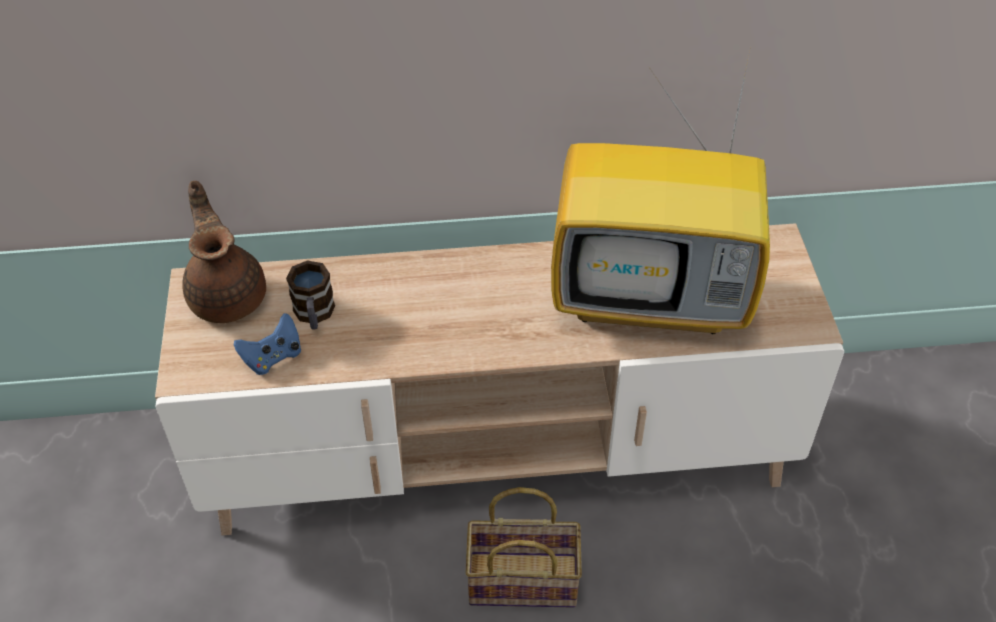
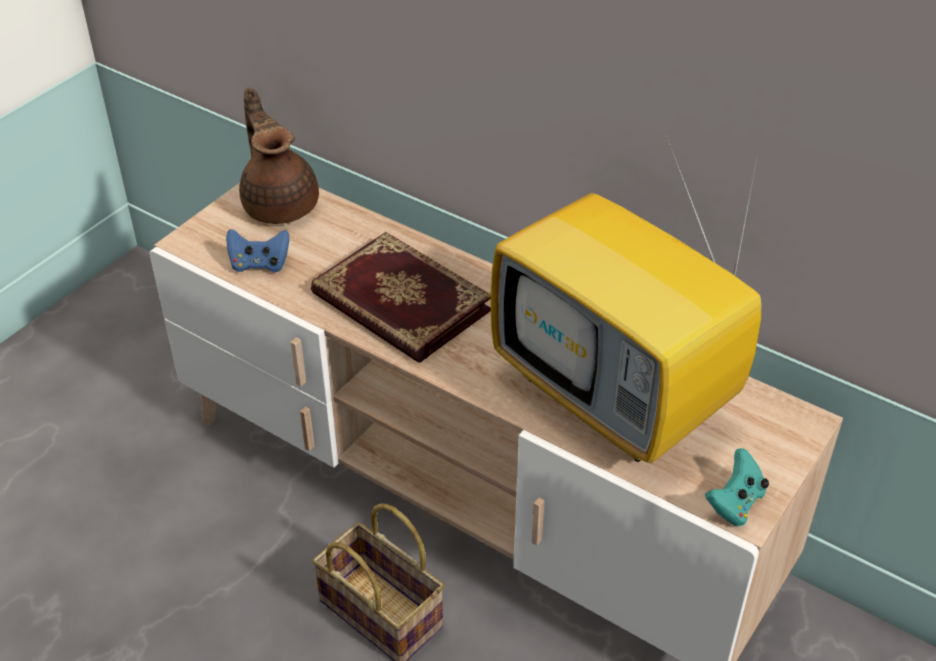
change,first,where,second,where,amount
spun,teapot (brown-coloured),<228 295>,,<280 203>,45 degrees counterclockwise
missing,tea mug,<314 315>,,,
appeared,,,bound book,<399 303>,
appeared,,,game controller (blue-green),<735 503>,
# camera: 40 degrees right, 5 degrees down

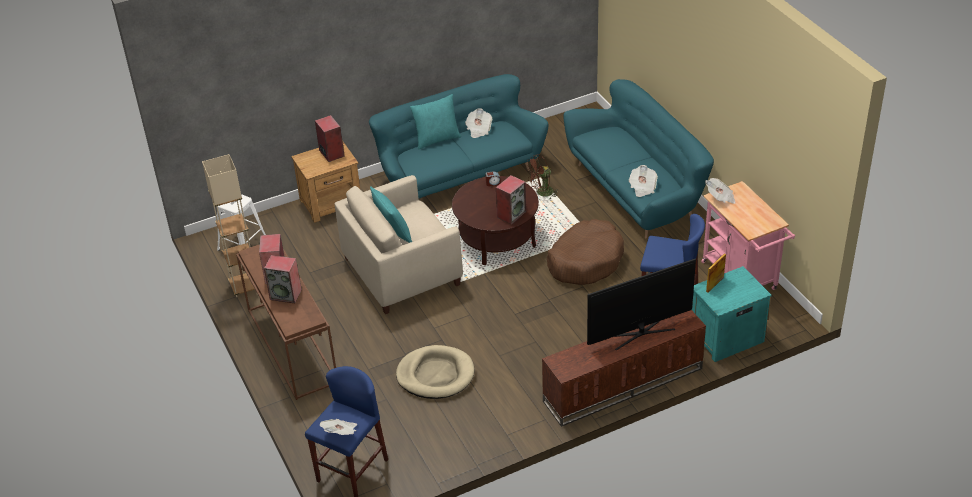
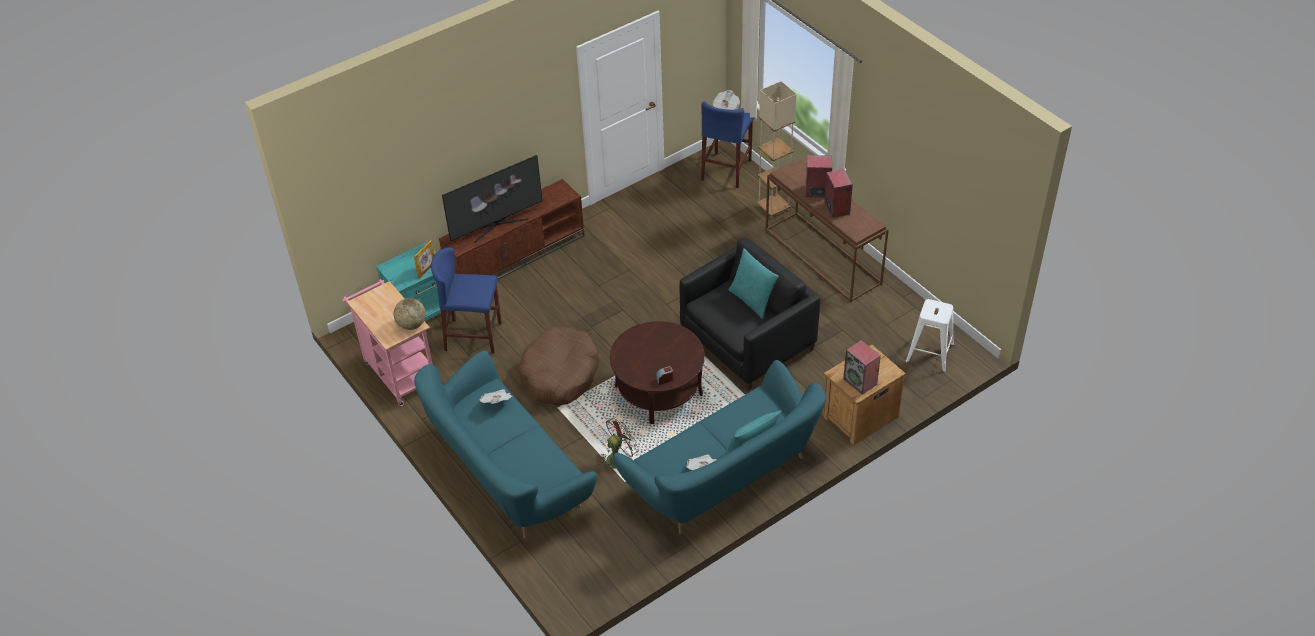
change,first,where,second,where,amount
relocated,standard lamp (sand-coloured),<244 286>,,<773 207>,
colour,lounge chair (sand-coloured),<402 271>,lounge chair (blackish),<747 342>,
missing,audio speaker,<511 214>,,,
exchanged,newspaper,<720 198>,world globe,<412 324>,
missing,pet bed (sand-coloured),<435 375>,,,
# camera: 170 degrees right, 5 degrees up

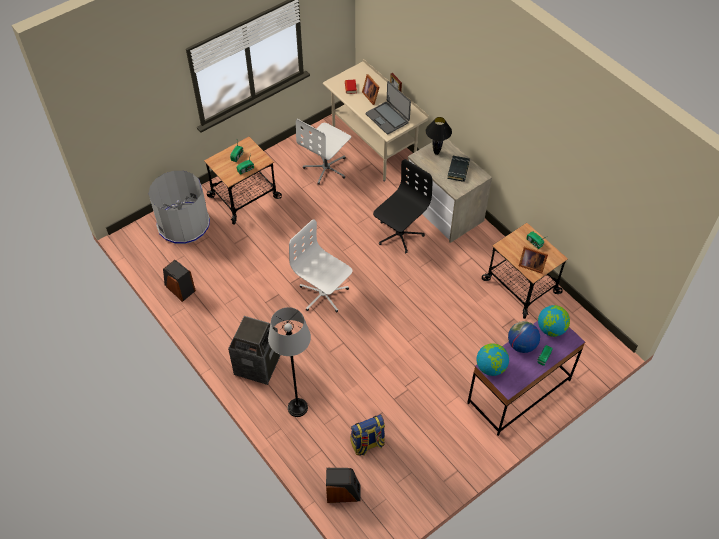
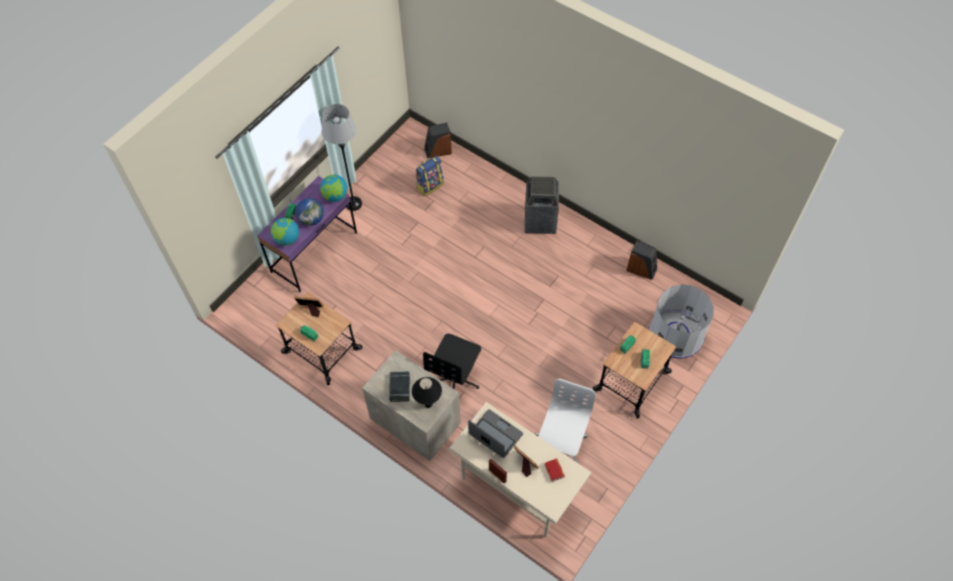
change,first,where,second,where,amount
missing,computer chair (white),<323 294>,,,
relocated,standard lamp (grey),<297 408>,,<353 204>,
# camera: 165 degrees right, 5 degrees up

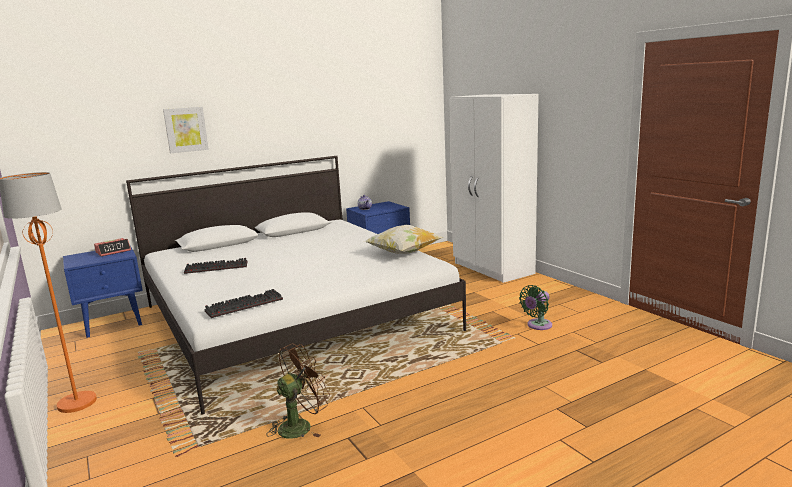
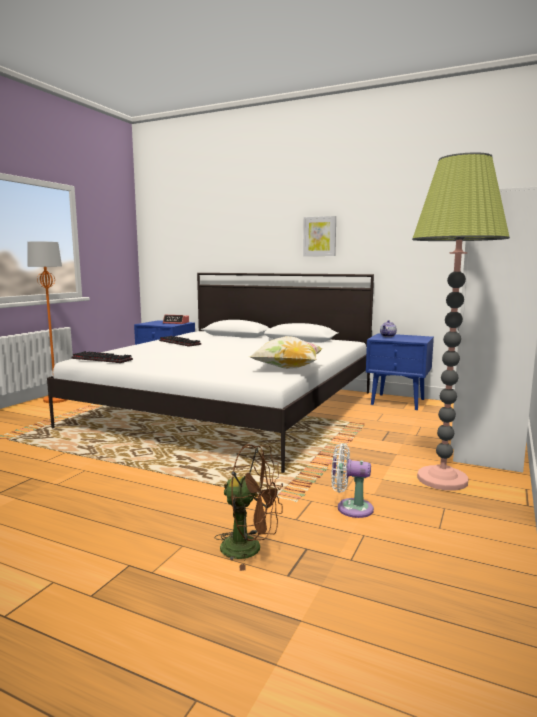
change,first,where,second,where,amount
relocated,wall art,<186 129>,,<319 236>,
colour,electric fan (greenish),<537 325>,electric fan (white),<350 508>,
relocated,electric fan (brown-coloured),<300 425>,,<250 549>,
appeared,,,standard lamp,<442 479>,
# camera: 55 degrees right, 5 degrees down

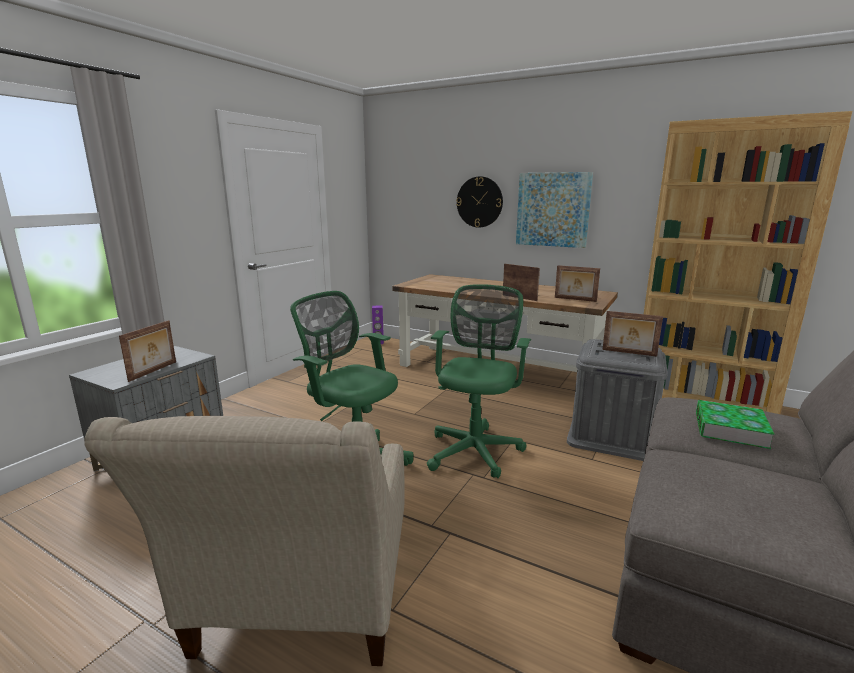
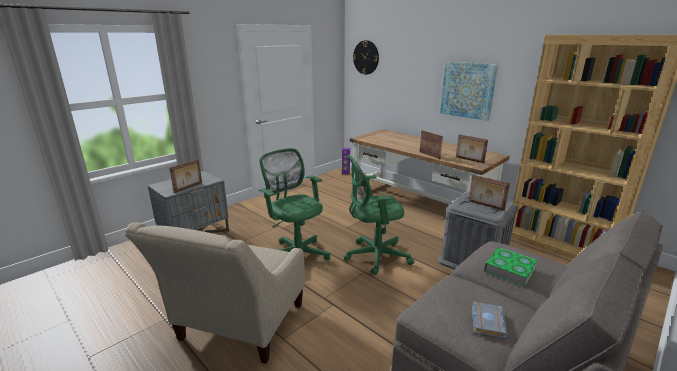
change,first,where,second,where,amount
relocated,wall clock,<479 202>,,<366 57>,
spun,computer chair (greenish),<475 449>,,<374 256>,135 degrees counterclockwise
appeared,,,bound book (grey),<486 321>,
# camera: 15 degrees right, 5 degrees up

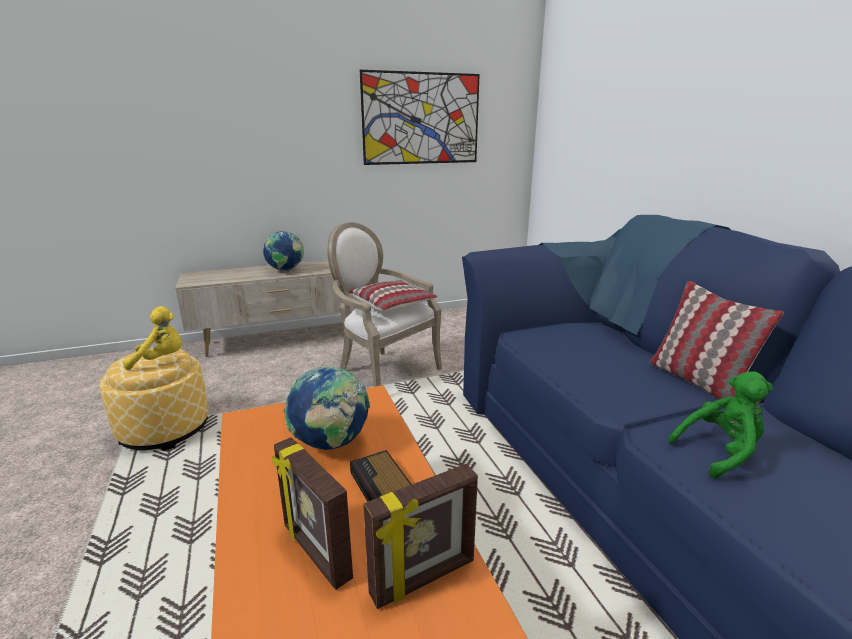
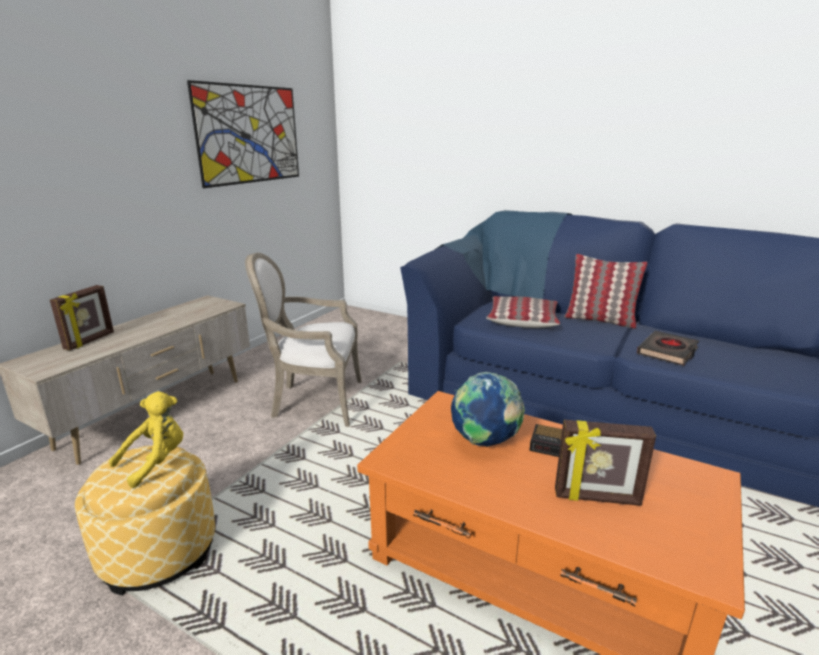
change,first,where,second,where,amount
missing,world globe,<285 271>,,,
relocated,cushion,<392 304>,,<522 320>,
exchanged,plush toy (greenish),<719 452>,bound book (blackish),<667 352>,
relocated,photo frame,<424 579>,,<90 341>,
# camera: 40 degrees left, 0 degrees up

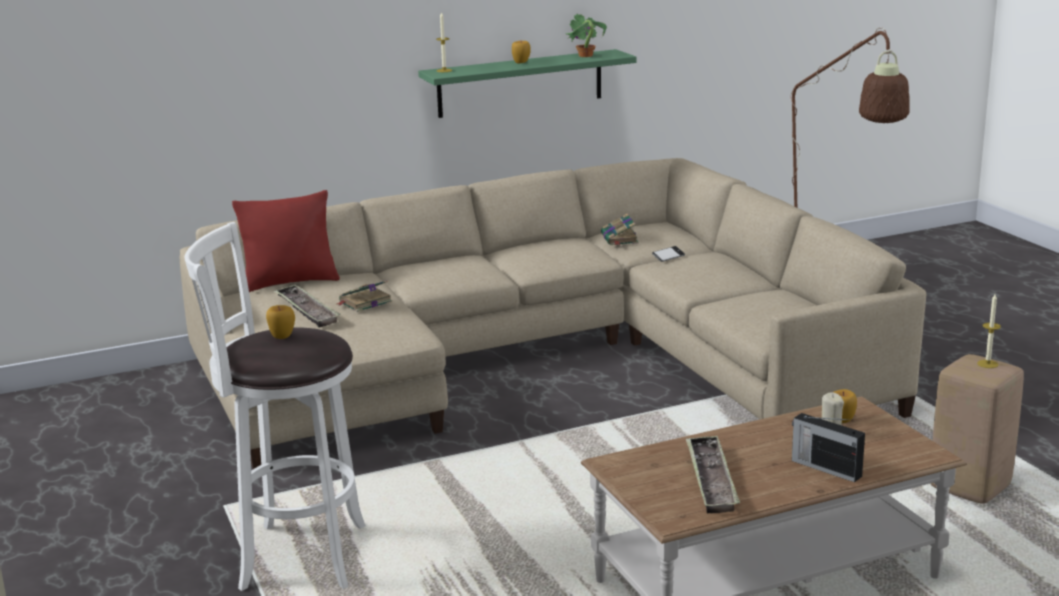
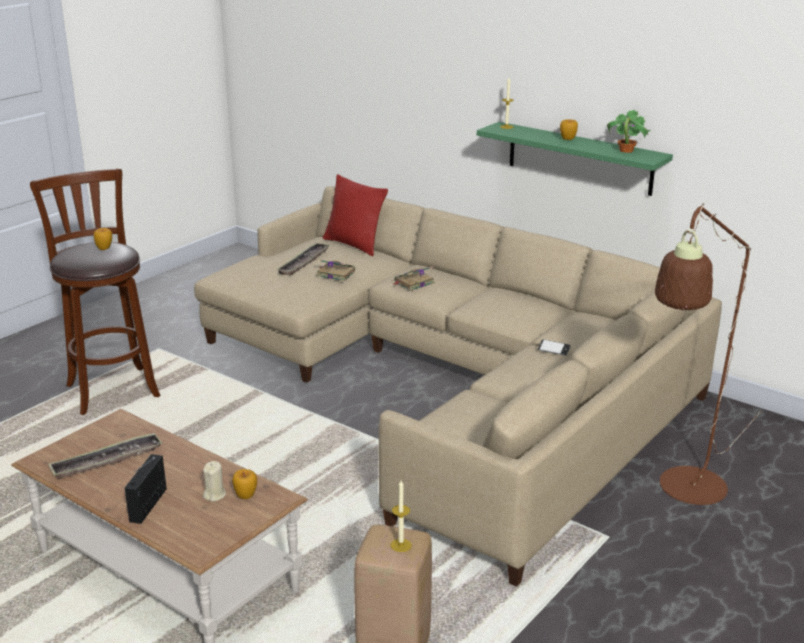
change,first,where,second,where,amount
relocated,bound book,<619 239>,,<413 283>,
colour,stool seat (white),<295 557>,stool seat (brown-coloured),<111 388>,
# camera: 60 degrees right, 5 degrees up

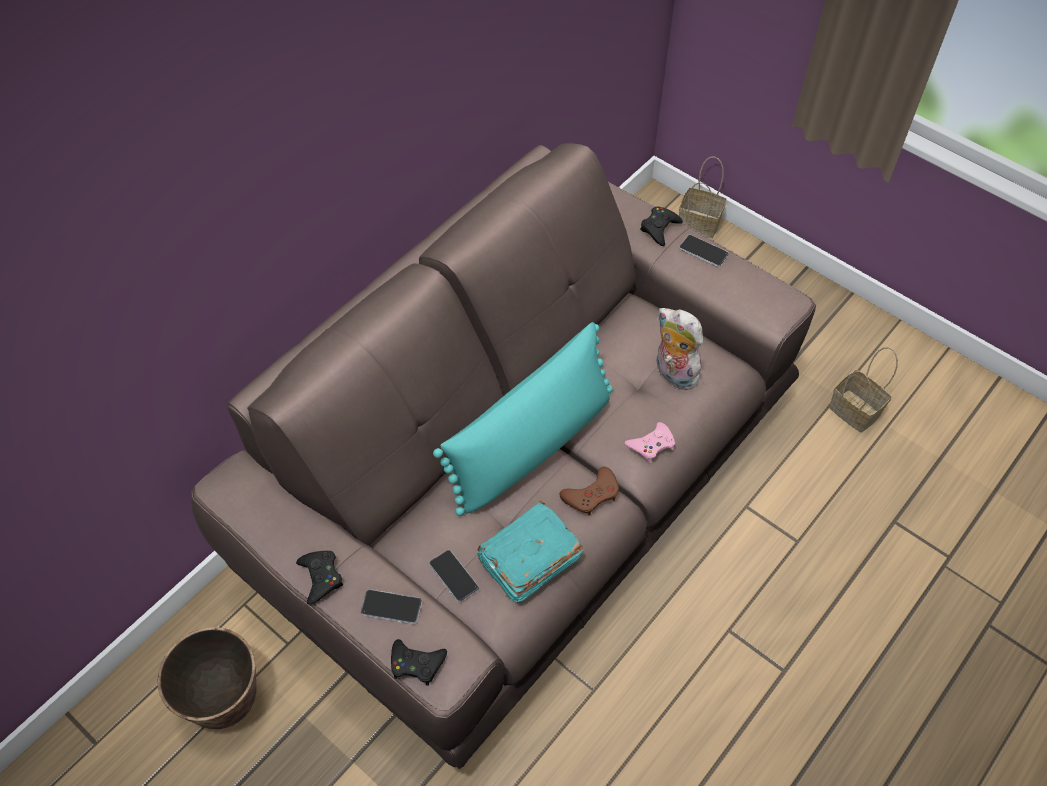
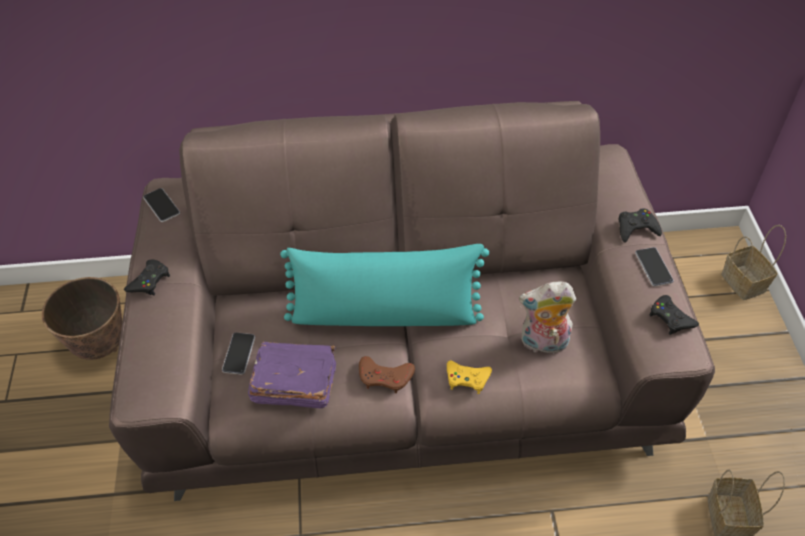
change,first,where,second,where,amount
spun,plush toy,<673 374>,,<543 343>,90 degrees counterclockwise
colour,game controller (pink),<651 445>,game controller (yellowish),<467 378>,
colour,bound book (blue-green),<528 560>,bound book (purplish),<293 383>,
relocated,phone,<391 607>,,<162 205>,
relocated,game controller (blackish),<416 664>,,<671 318>,
# camera: 45 degrees right, 5 degrees down

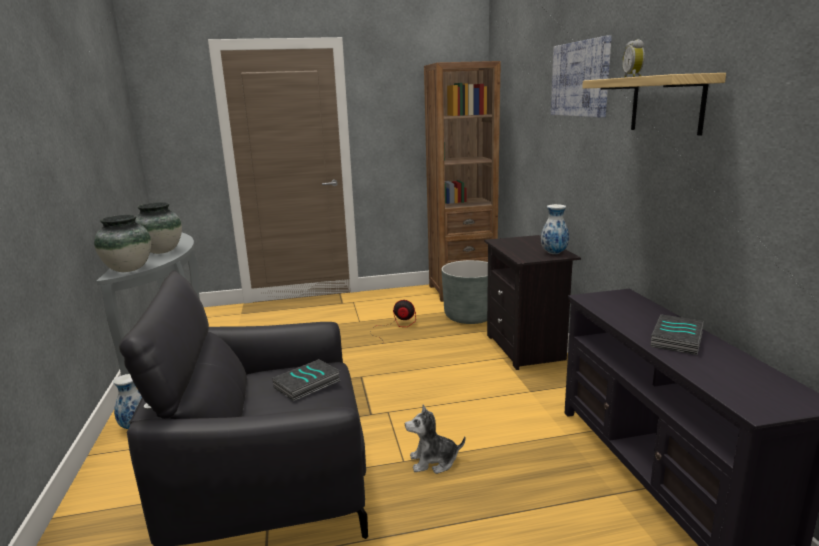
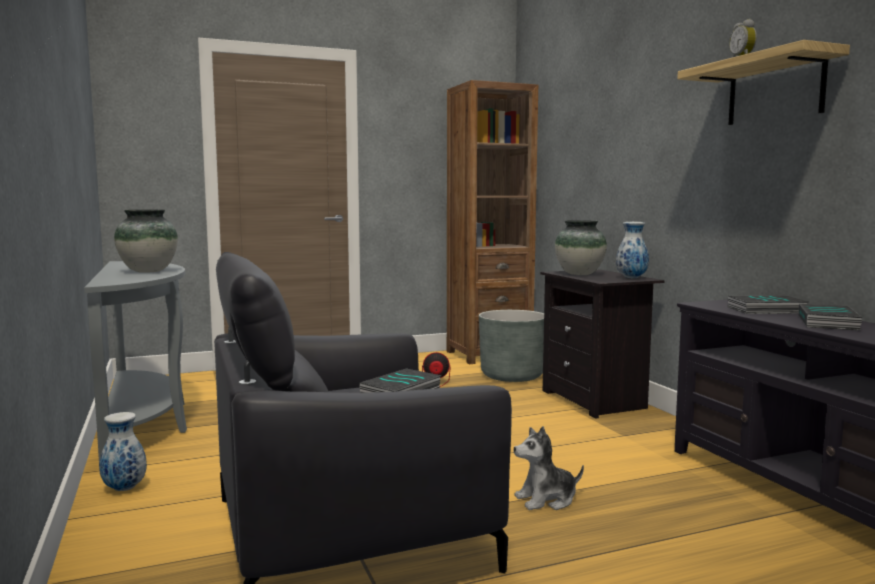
change,first,where,second,where,amount
missing,wall art,<580 79>,,,
relocated,vase,<129 269>,,<580 274>,
appeared,,,bound book,<765 310>,
# camera: 10 degrees left, 10 degrees down

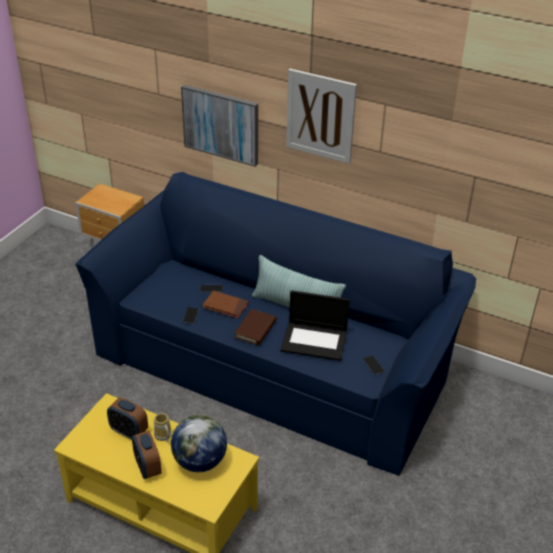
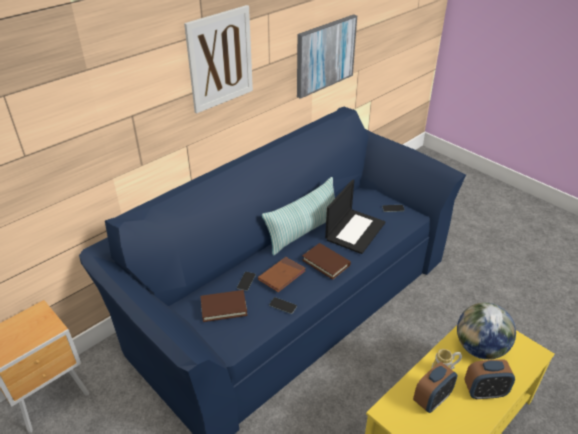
change,first,where,second,where,amount
relocated,wall art,<221 124>,,<325 55>,
appeared,,,bound book (brown-coloured),<223 307>,
# camera: 70 degrees left, 0 degrees up

